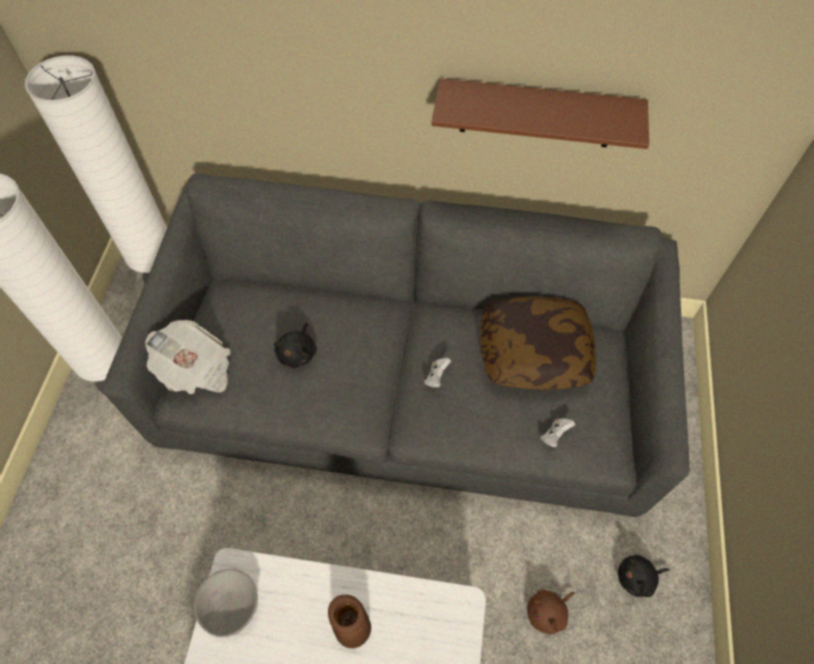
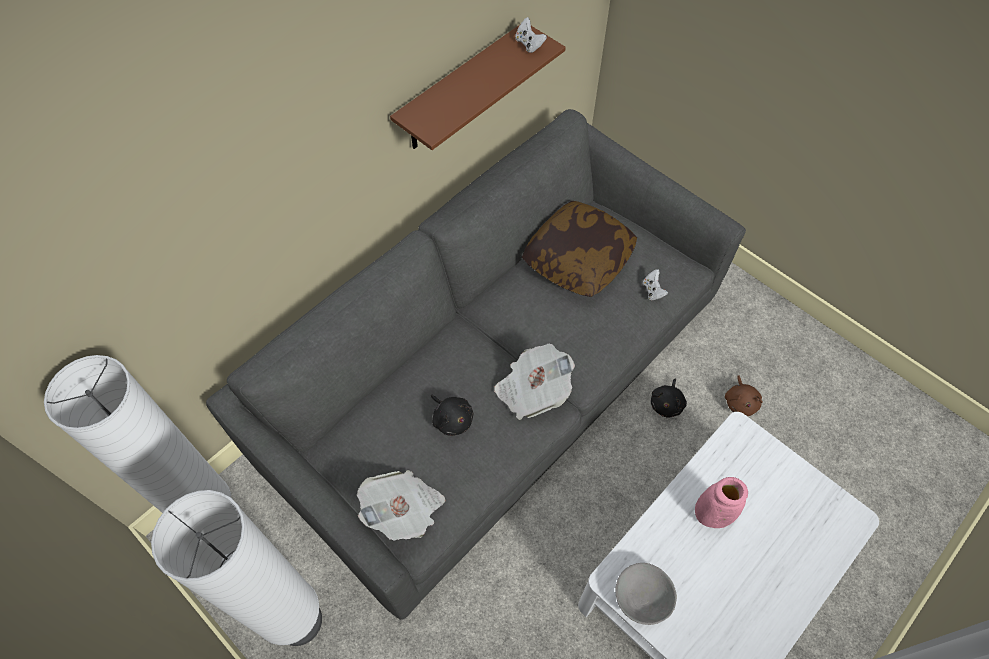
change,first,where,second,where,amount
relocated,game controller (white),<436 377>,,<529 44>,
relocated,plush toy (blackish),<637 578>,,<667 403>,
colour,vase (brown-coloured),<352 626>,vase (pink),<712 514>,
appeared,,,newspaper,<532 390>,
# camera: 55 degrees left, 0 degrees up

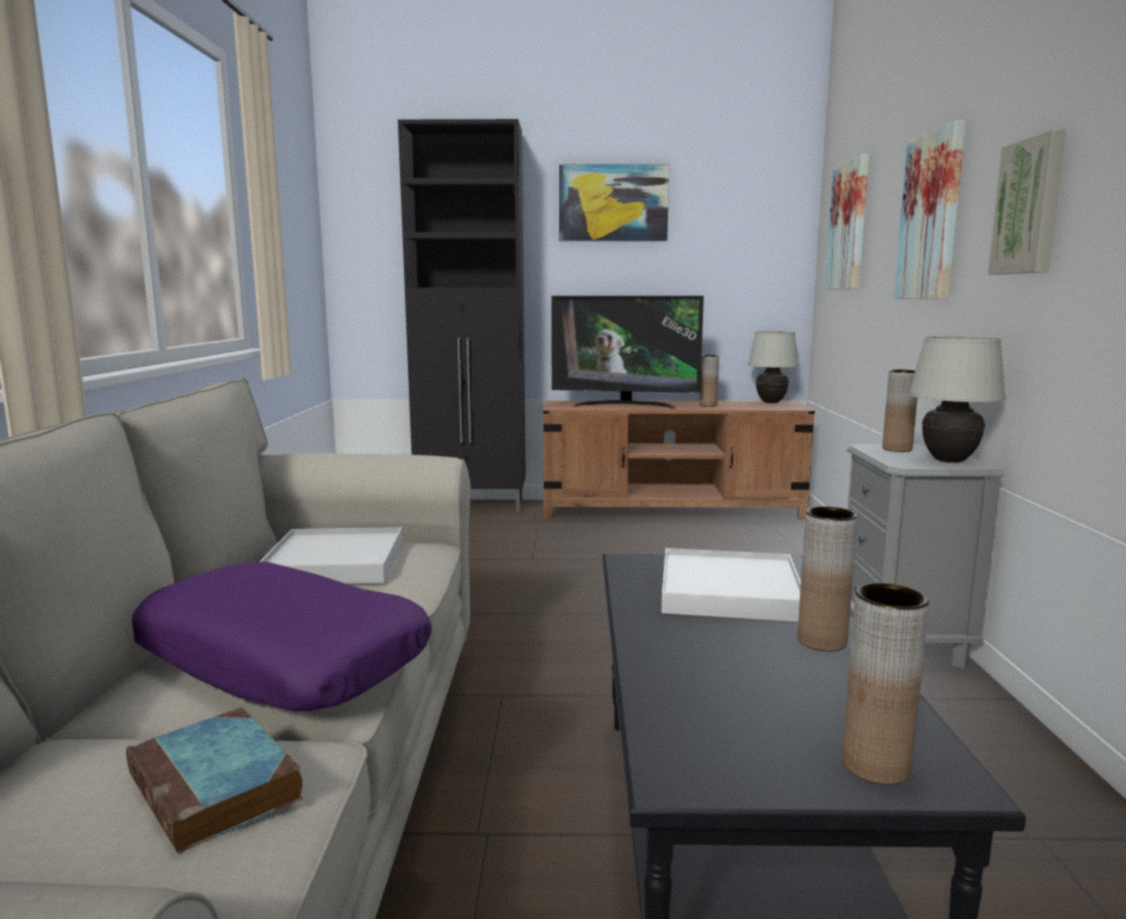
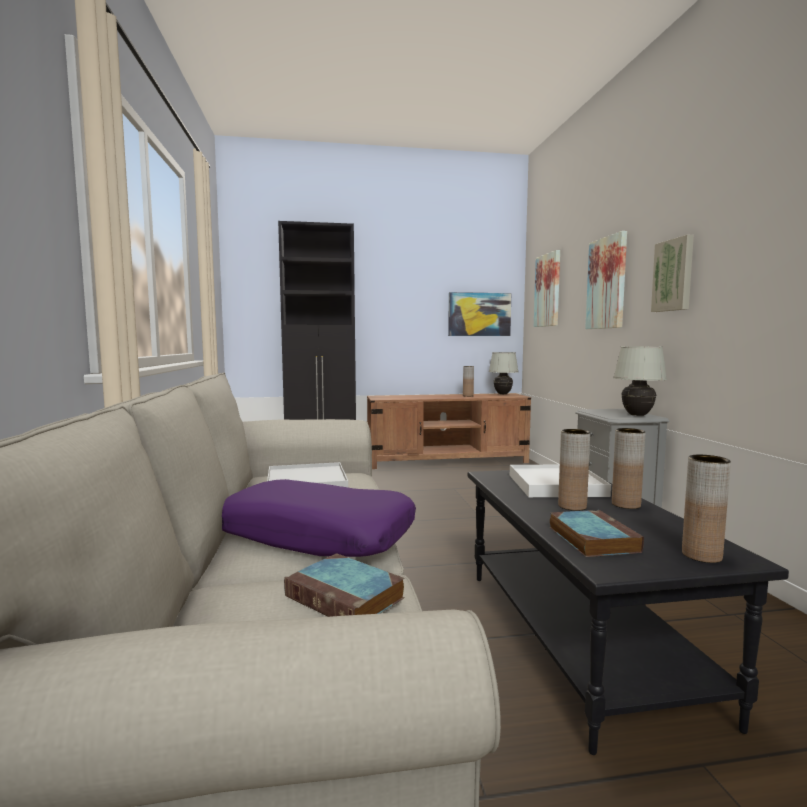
change,first,where,second,where,amount
relocated,wall art,<613 203>,,<479 314>,
missing,TV,<625 405>,,,
relocated,vase (brown-coloured),<897 449>,,<572 506>,
appeared,,,bound book,<591 538>,
# camera: 10 degrees left, 5 degrees down

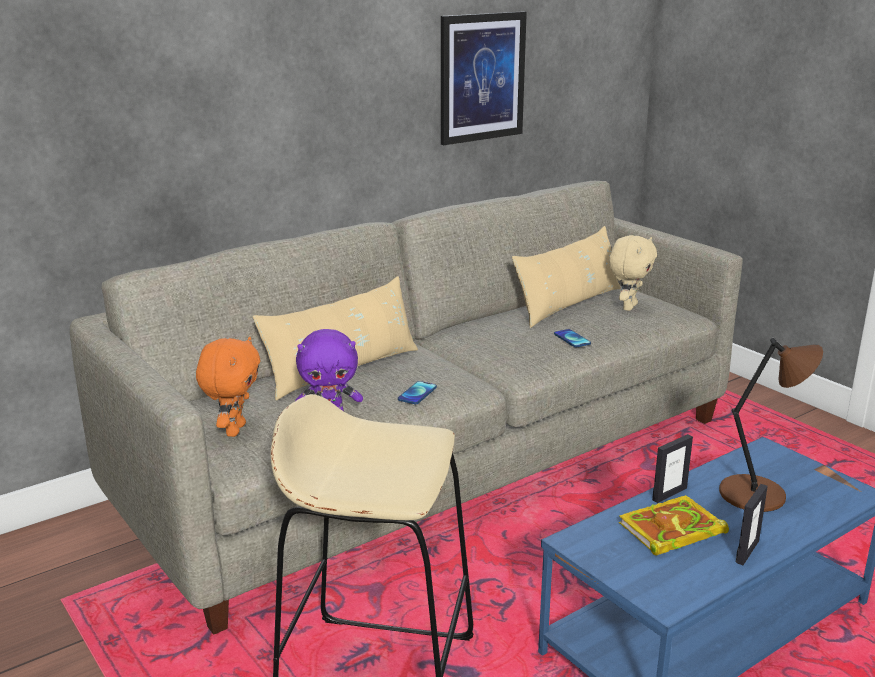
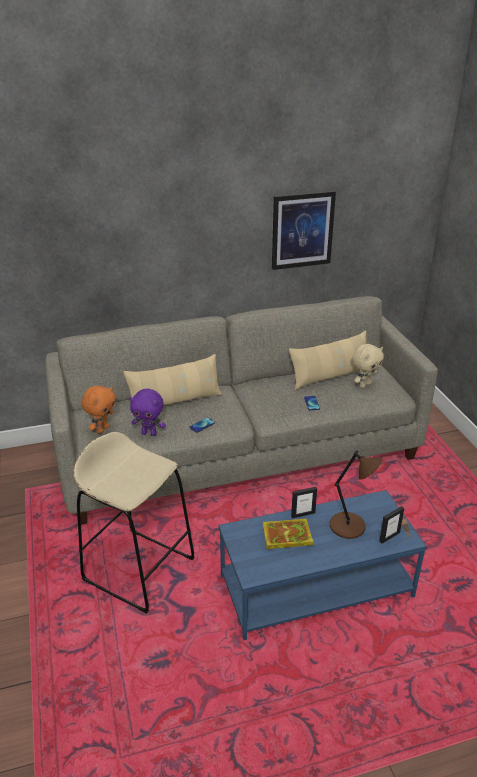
change,first,where,second,where,amount
relocated,photo frame,<747 551>,,<389 537>,
# camera: 20 degrees right, 10 degrees up

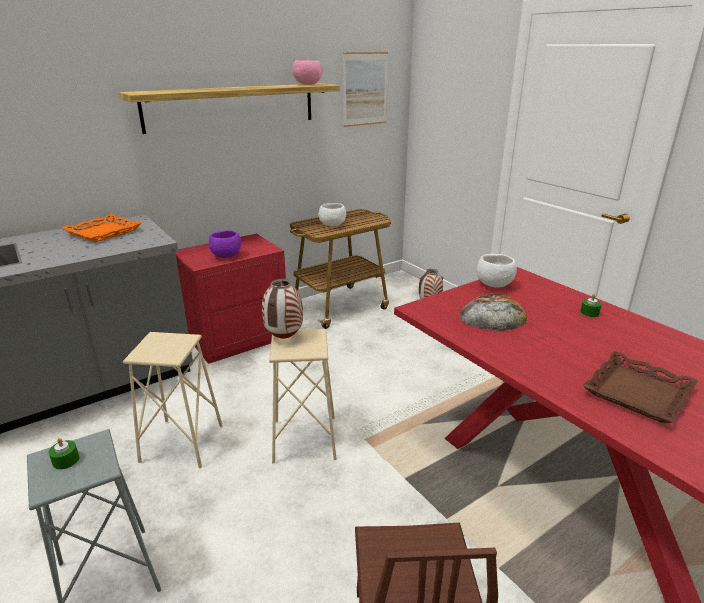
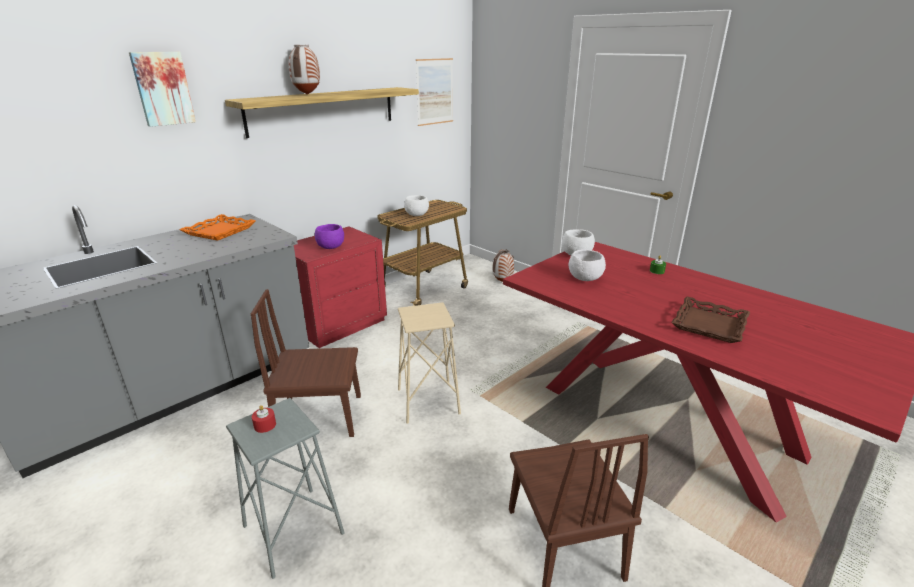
change,first,where,second,where,amount
missing,bowl (pink),<308 84>,,,
relocated,vase,<284 338>,,<307 94>,
exchanged,baked bread,<493 316>,bowl (white),<584 279>,
exchanged,stool seat (sand-coloured),<182 443>,upright chair (brown-coloured),<319 416>,
colour,wax candle (greenish),<66 460>,wax candle (red),<265 425>,
appeared,,,wall art,<162 88>,
# camera: 10 degrees left, 0 degrees up

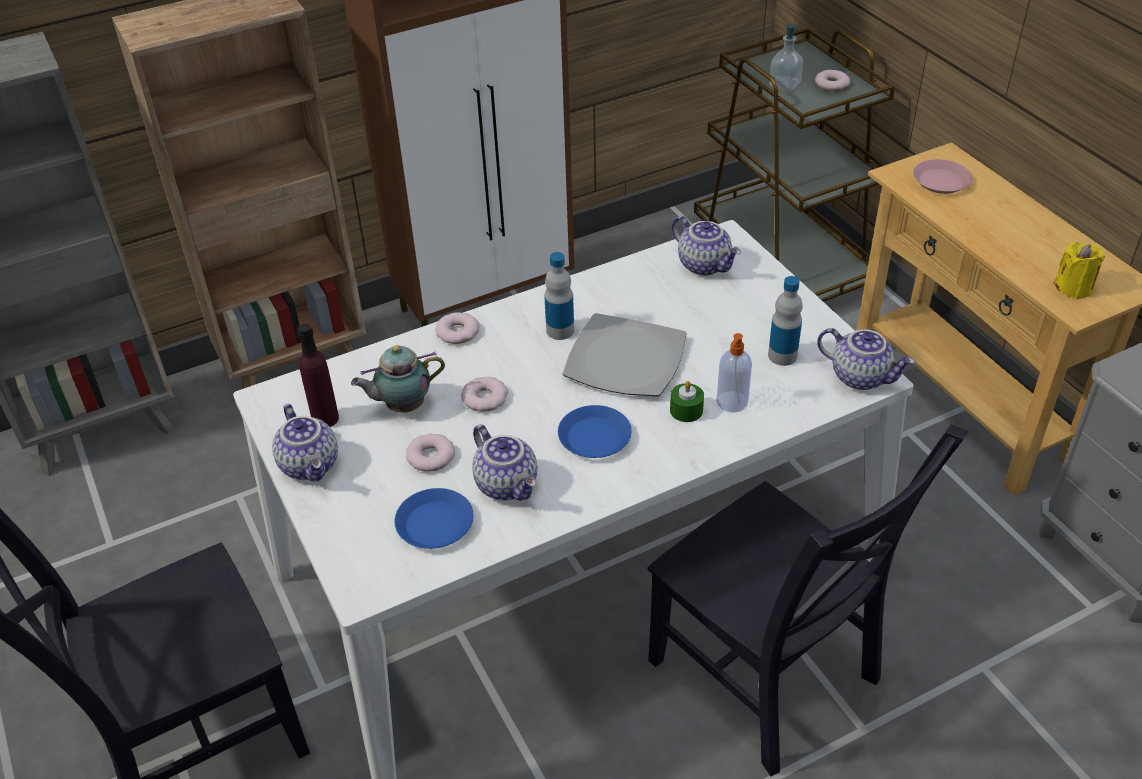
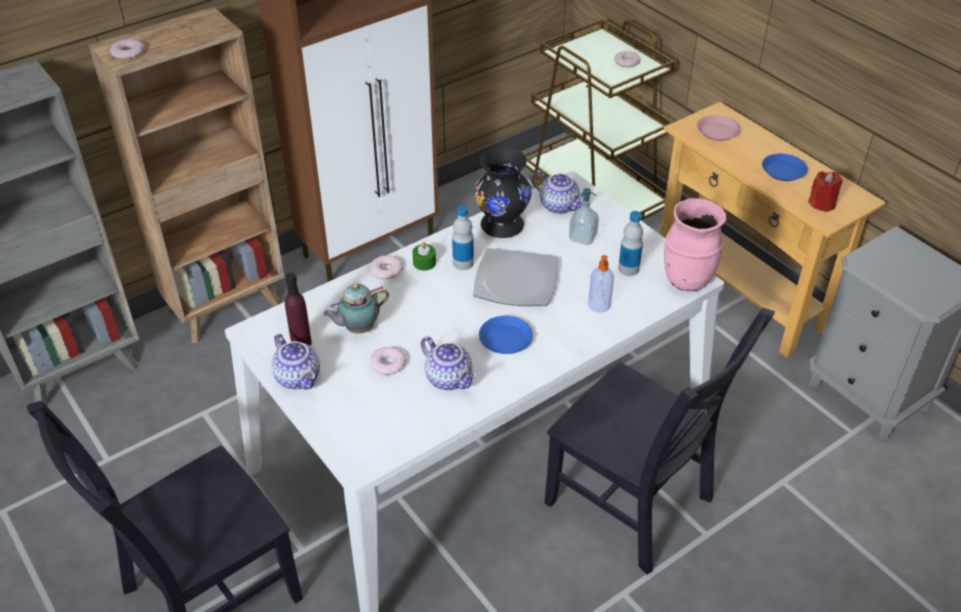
change,first,where,second,where,amount
relocated,soap dispenser,<784 85>,,<582 237>,
colour,wax candle (yellowish),<1073 287>,wax candle (red),<822 203>,
exchanged,teapot,<861 376>,vase (pink),<686 279>,
relocated,doughnut,<485 398>,,<128 52>,
relocated,wax candle (greenish),<686 410>,,<424 263>,
relocated,flat dish (bluish),<434 524>,,<783 171>,
appeared,,,vase (blackish),<501 225>,
# camera: 10 degrees left, 0 degrees up

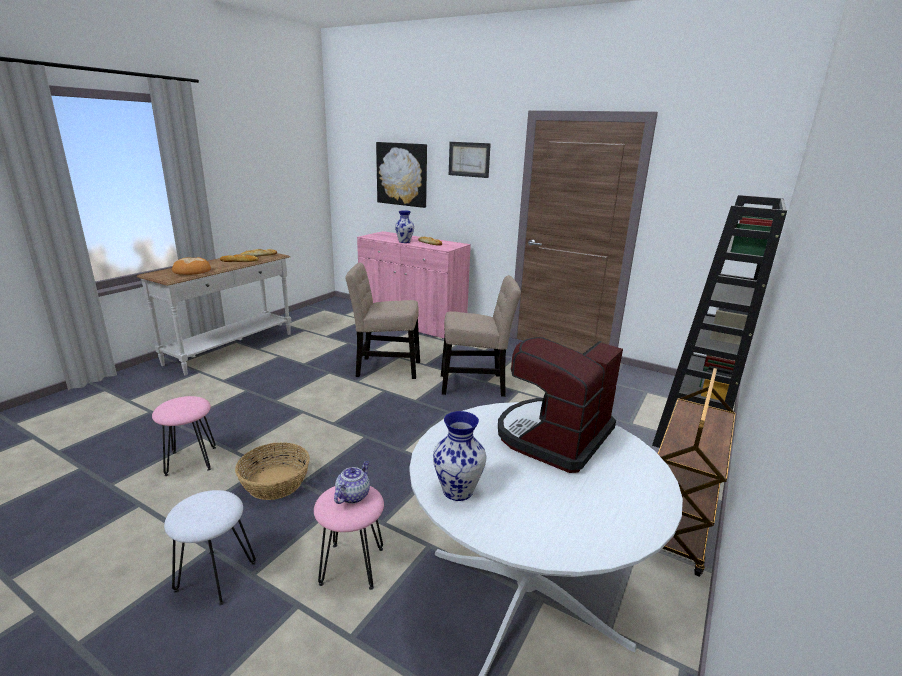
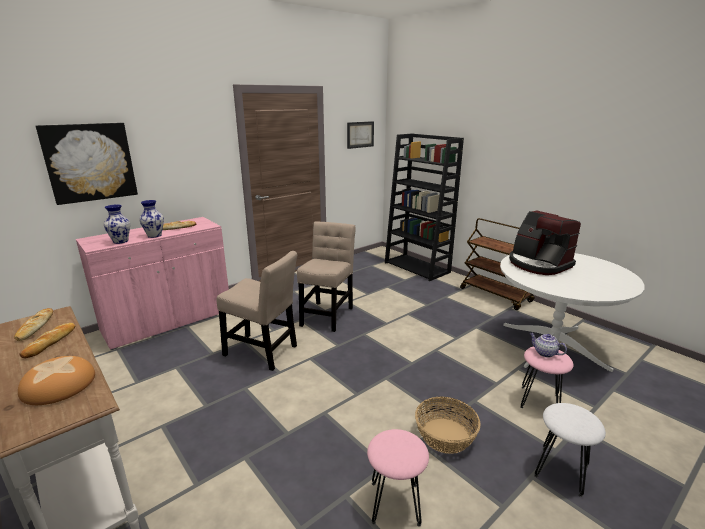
change,first,where,second,where,amount
relocated,wall art,<469 159>,,<360 134>,
spun,upright chair (sand-coloured),<385 368>,,<263 352>,90 degrees counterclockwise
relocated,vase,<458 491>,,<121 241>,
# camera: 70 degrees left, 0 degrees up

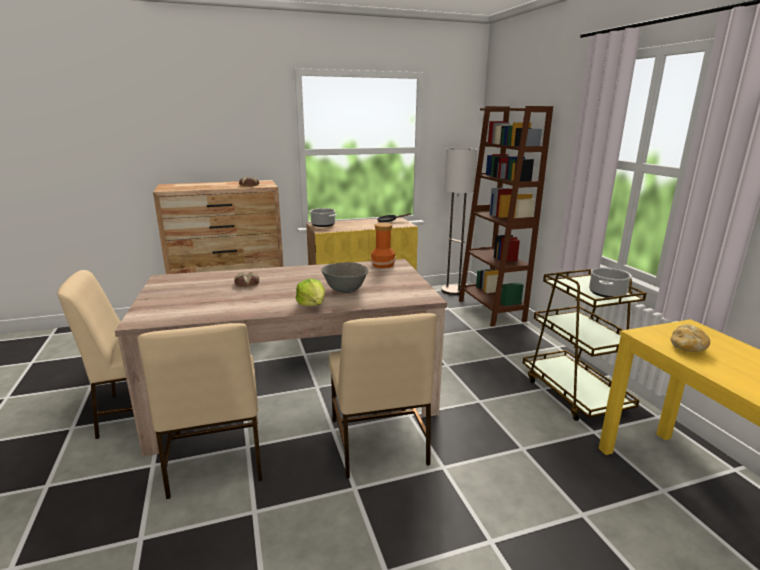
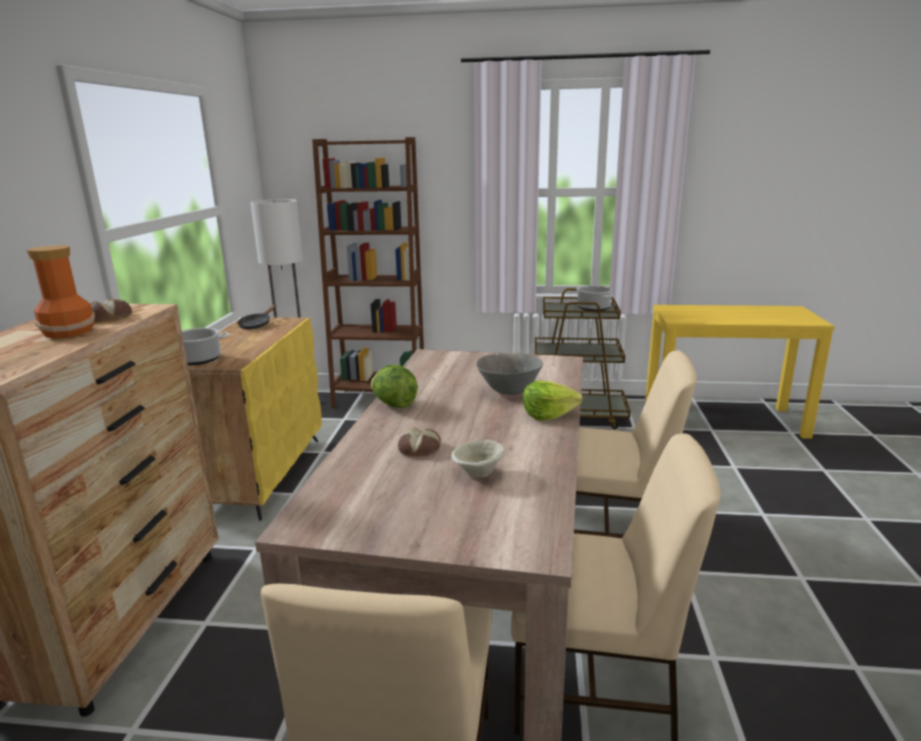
change,first,where,second,where,amount
relocated,vase,<383 264>,,<69 331>,
missing,baked bread,<687 348>,,,
appeared,,,lettuce head,<394 405>,
appeared,,,bowl (sand-coloured),<478 474>,
# camera: 65 degrees left, 0 degrees up

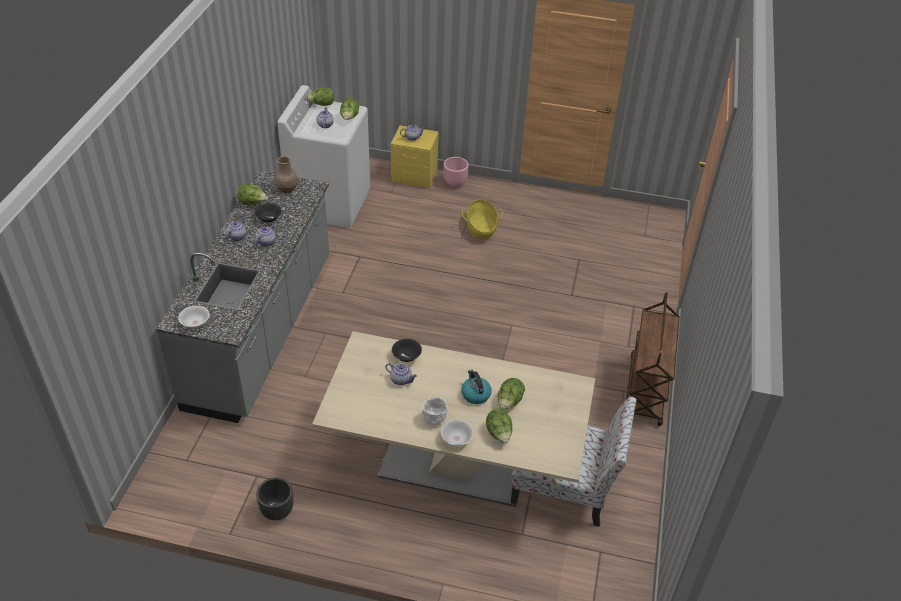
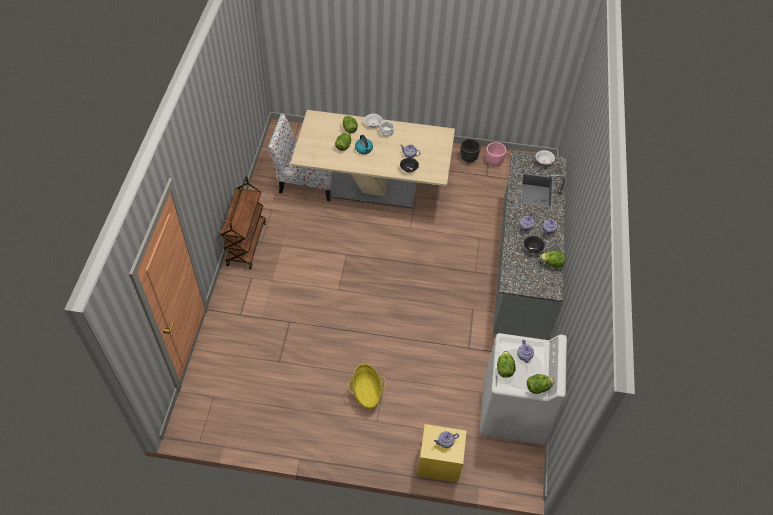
change,first,where,second,where,amount
missing,vase (brown-coloured),<286 189>,,,
relocated,plant pot (pink),<455 183>,,<493 162>,
# camera: 175 degrees right, 10 degrees up

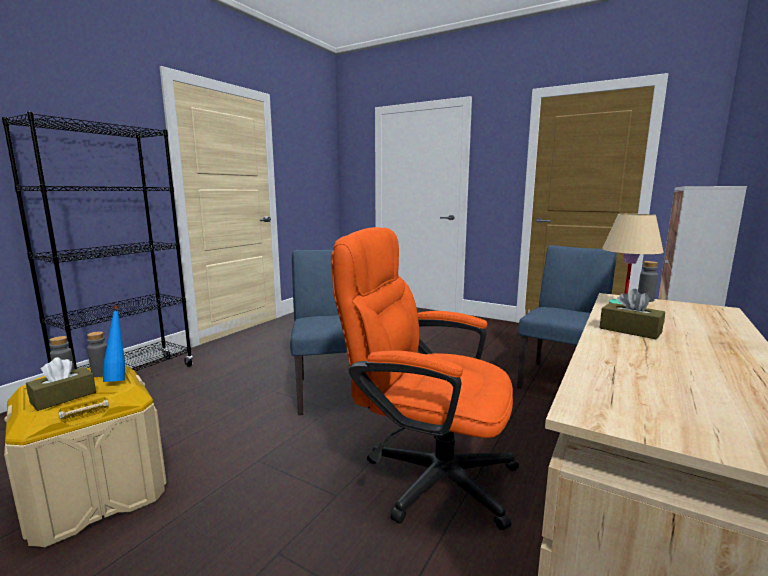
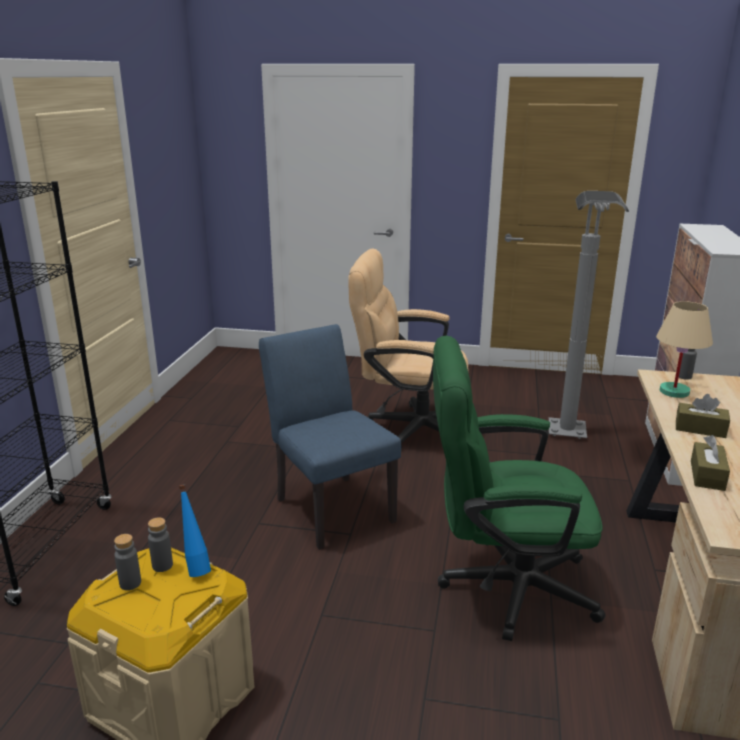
change,first,where,second,where,amount
colour,computer chair (orangey),<426 474>,computer chair (greenish),<503 586>,
exchanged,upright chair (bluish),<561 379>,standard lamp (grey),<568 444>,
relocated,box of tissues (brown-coloured),<63 397>,,<707 475>,
appeared,,,computer chair (sand-coloured),<409 428>,
# camera: 20 degrees left, 10 degrees up

